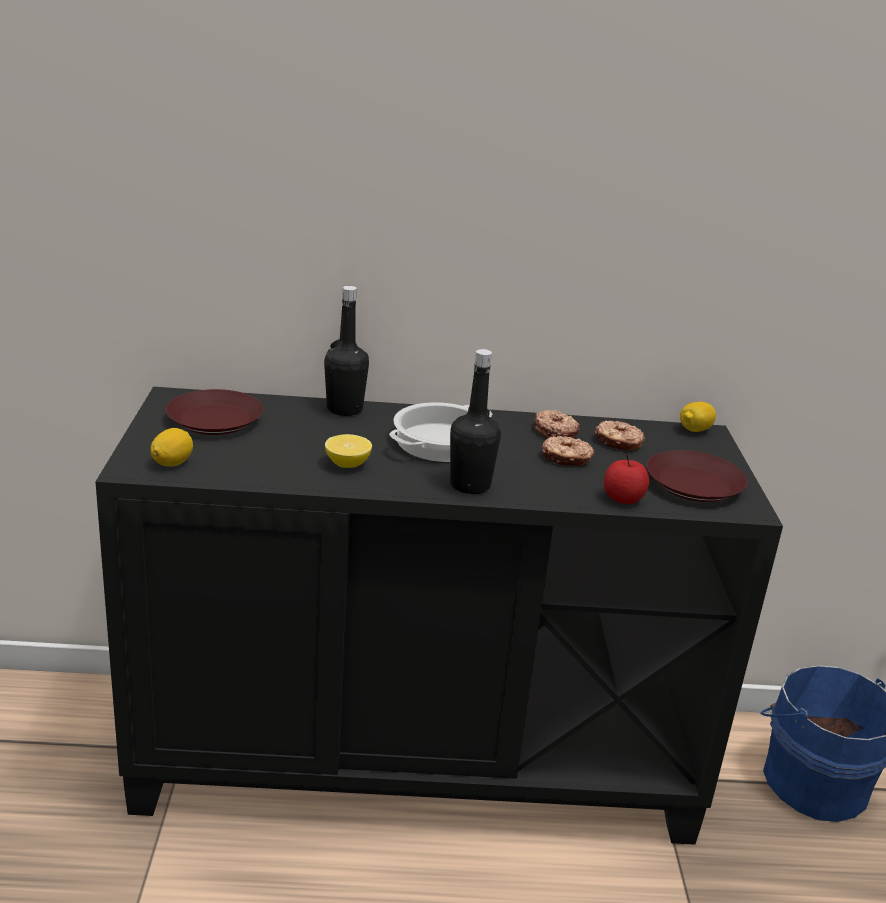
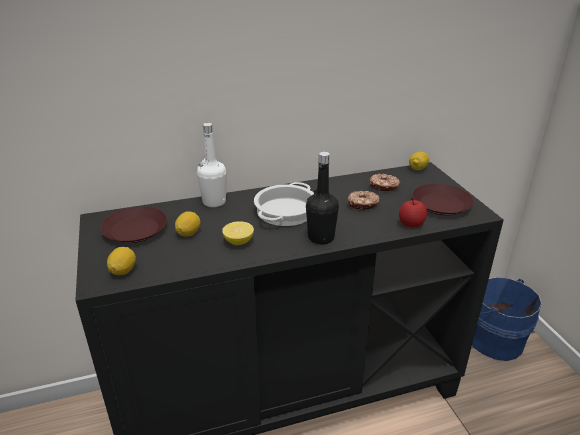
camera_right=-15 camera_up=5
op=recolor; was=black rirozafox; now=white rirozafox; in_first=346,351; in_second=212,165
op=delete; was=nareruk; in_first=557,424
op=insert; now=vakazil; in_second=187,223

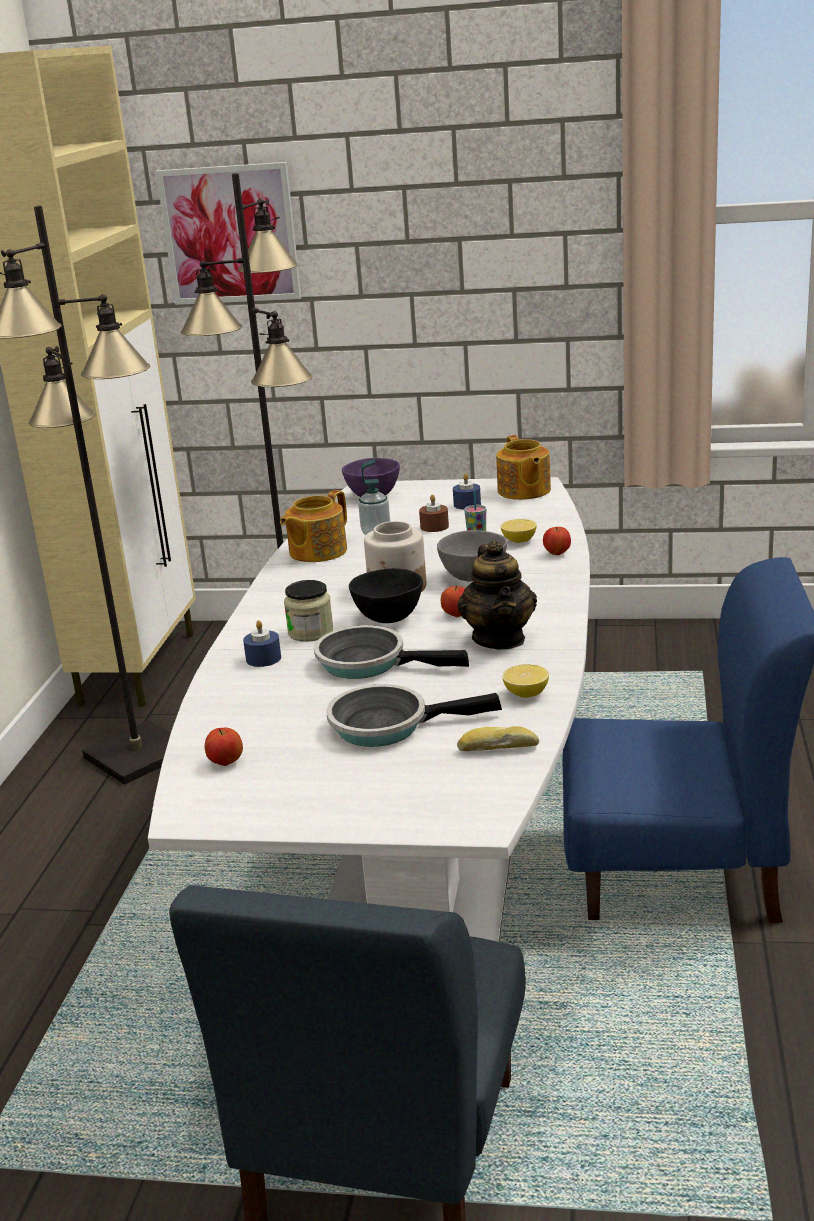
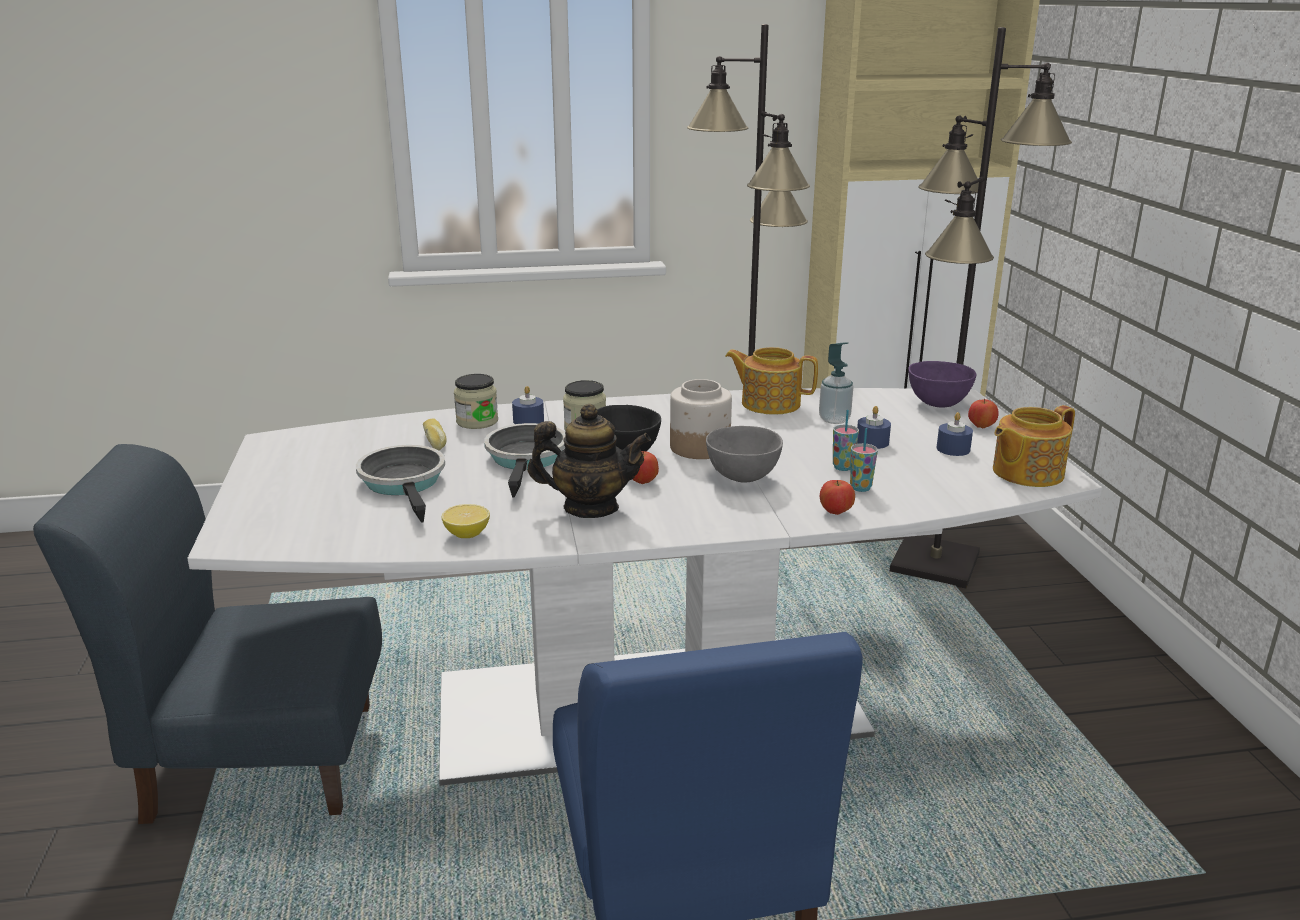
camera_right=70 camera_up=0
op=delete; was=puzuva; in_first=228,233
op=move; was=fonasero; in_first=224,747; in_second=983,413
op=recolor; was=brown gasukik; now=blue gasukik; in_first=434,513; in_second=874,427
op=rotate; was=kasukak; in_first=497,595; in_second=589,461; clockwise=-150
op=move; was=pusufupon; in_first=498,738; in_second=435,434
op=replace; was=vakazil; now=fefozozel; in_first=519,531; in_second=864,460
op=insert; now=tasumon; in_second=476,401

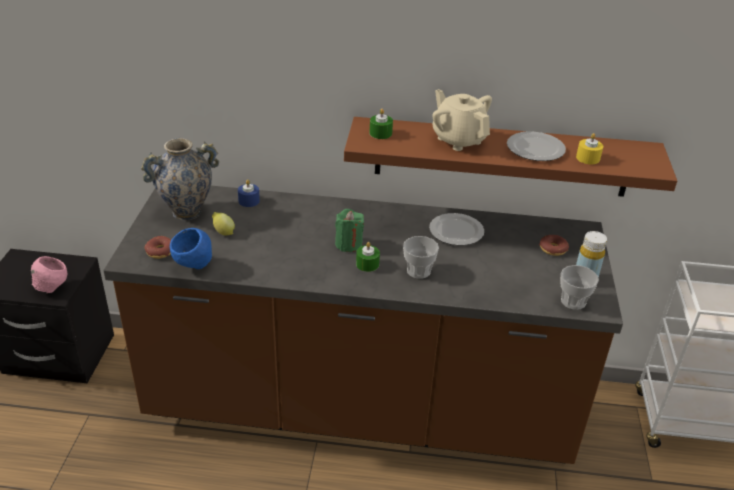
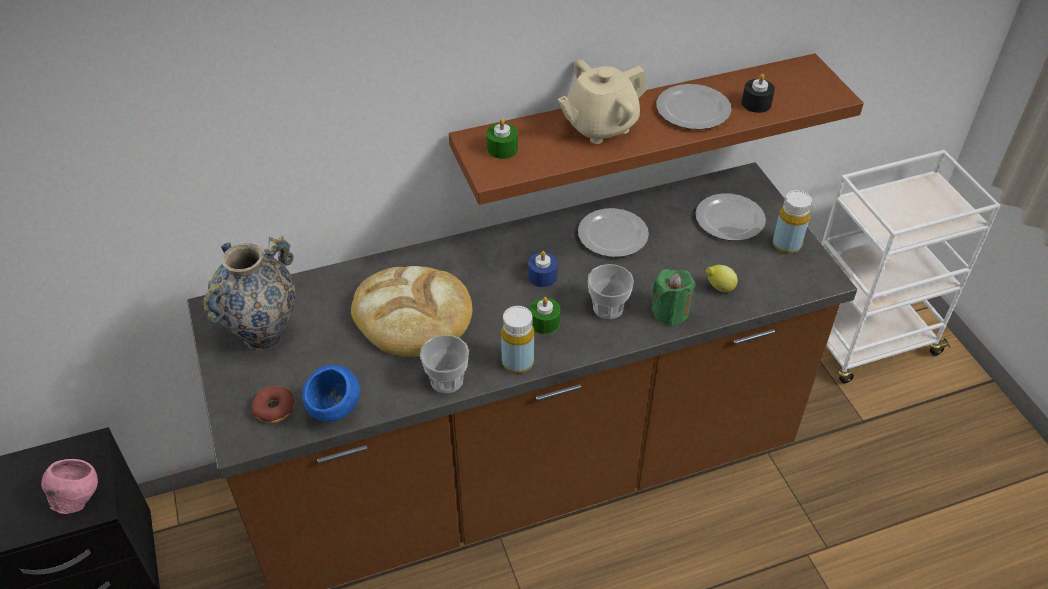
camera_right=-25 camera_up=10
op=move; was=vakazil; in_first=223,224; in_second=722,278
op=move; was=blue gasukik; in_first=249,193; in_second=543,269
op=move; was=green gasukik; in_first=349,230; in_second=672,297
op=rotate; was=beige kasukak; in_first=462,120; in_second=603,101; clockwise=-60
op=replace; was=nareruk; now=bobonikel; in_first=554,245; in_second=730,217
op=move; was=fefozozel; in_first=579,287; in_second=444,364
op=recolor; was=yellow gasukik; now=black gasukik; in_first=589,148; in_second=758,93
op=insert; now=pusufupon; in_second=411,311
op=insert; now=yellow rirozafox; in_second=517,339

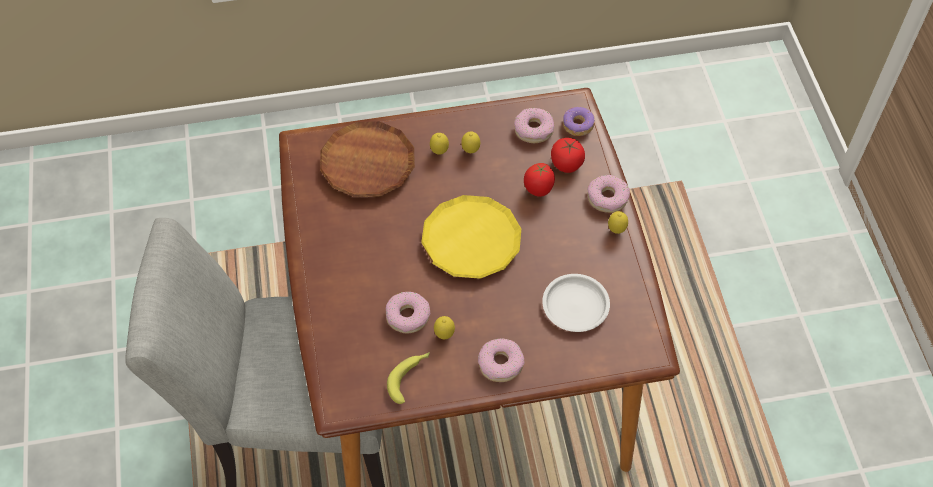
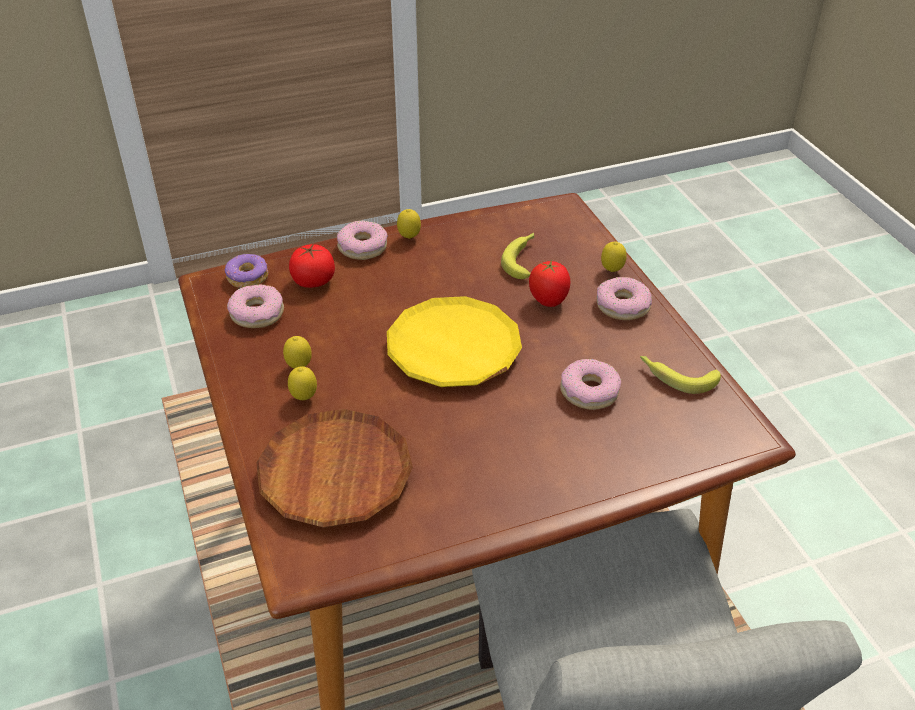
camera_right=-100 camera_up=-15
op=move; was=vakazil; in_first=444,327; in_second=614,257
op=move; was=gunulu; in_first=539,180; in_second=549,283
op=replace; was=white bobonikel; now=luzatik; in_first=576,303; in_second=517,256

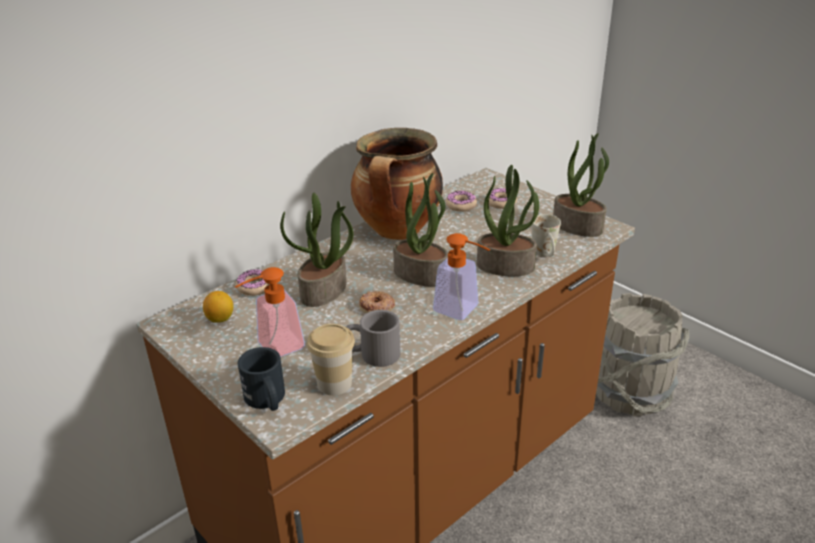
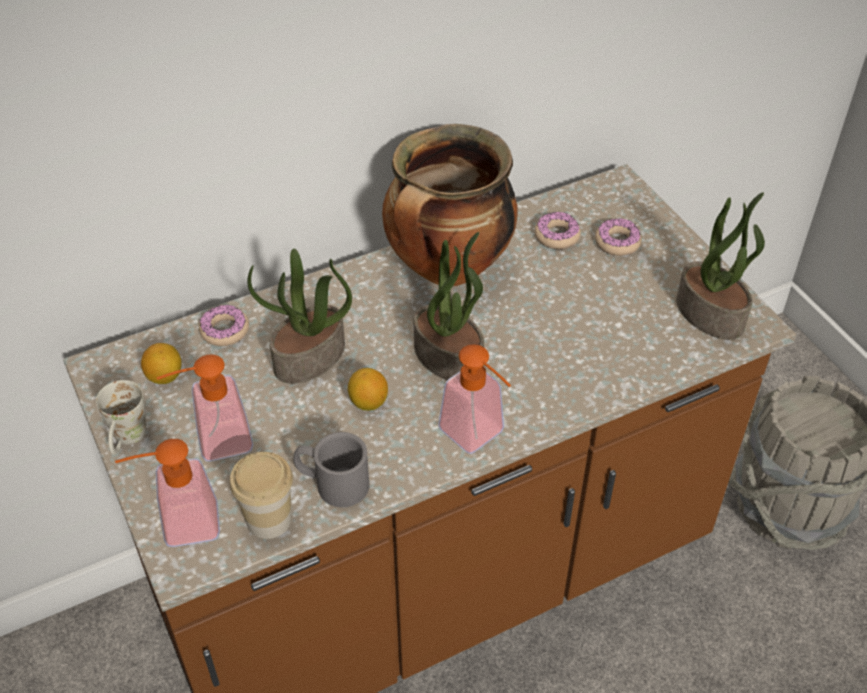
camera_right=15 camera_up=15
op=replace; was=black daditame; now=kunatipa; in_first=261,379; in_second=167,493
op=replace; was=nareruk; now=vakazil; in_first=377,302; in_second=368,389
op=delete; was=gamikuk; in_first=508,220
op=move; was=white daditame; in_first=546,235; in_second=121,417

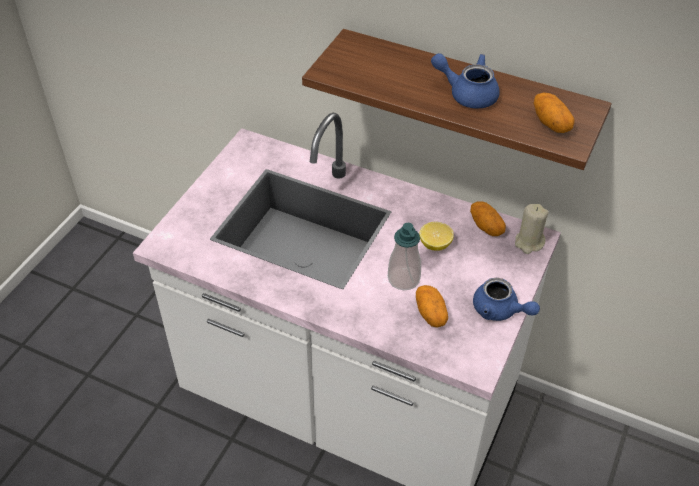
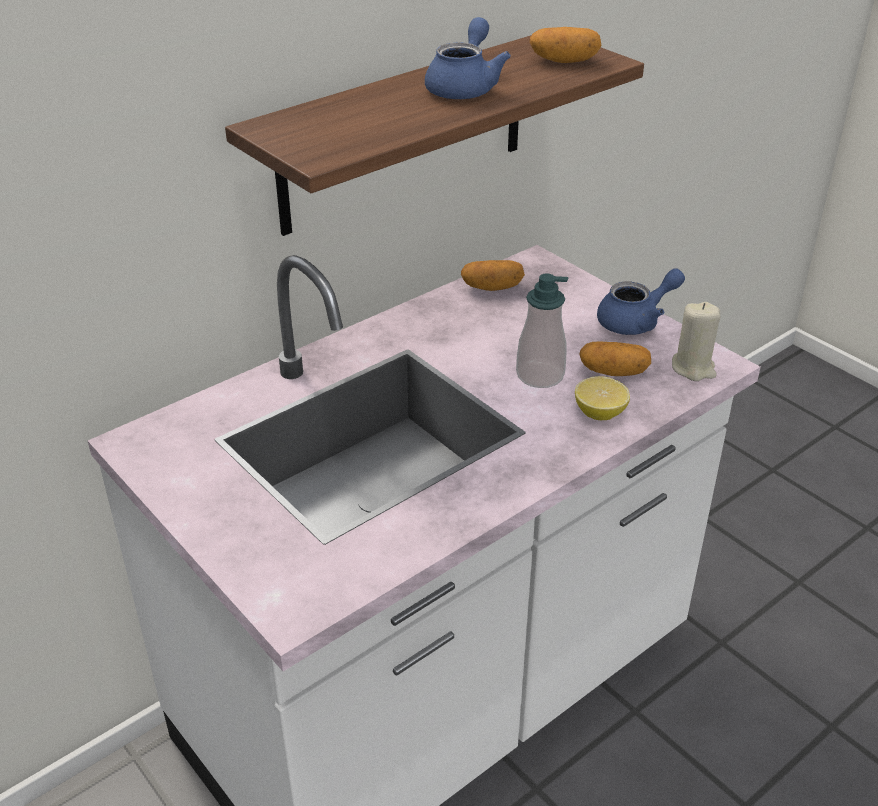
camera_right=-65 camera_up=-10
op=move; was=vakazil; in_first=437,236; in_second=602,398
op=rotate; was=blue kasukak; in_first=465,81; in_second=468,58; clockwise=150
op=move; was=beige gasukik; in_first=532,229; in_second=696,341

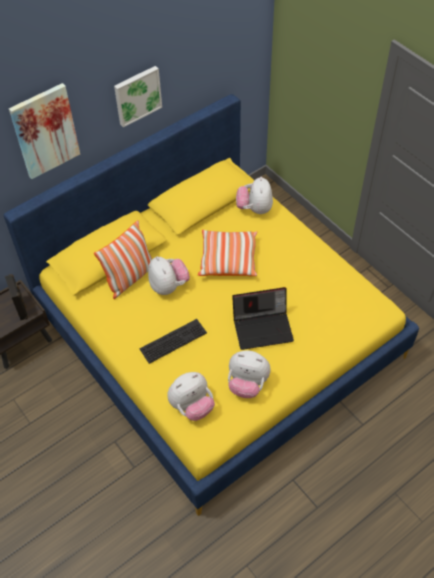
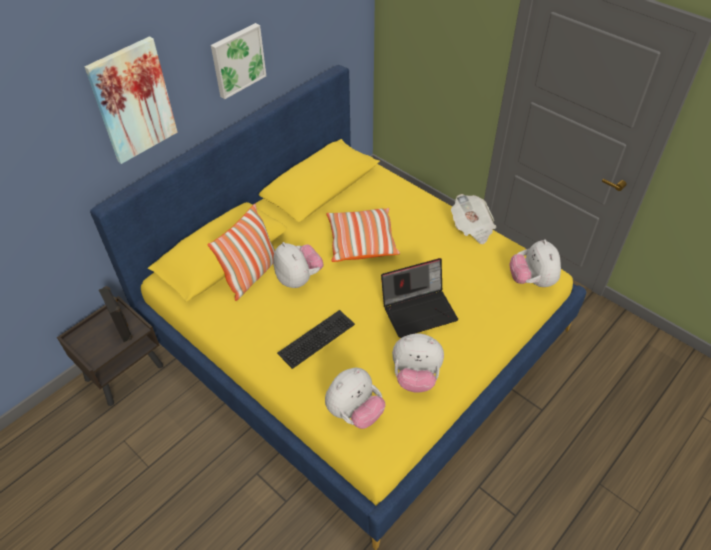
camera_right=-10 camera_up=-5
op=move; was=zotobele; in_first=254,195; in_second=535,263
op=insert; now=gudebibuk; in_second=473,219

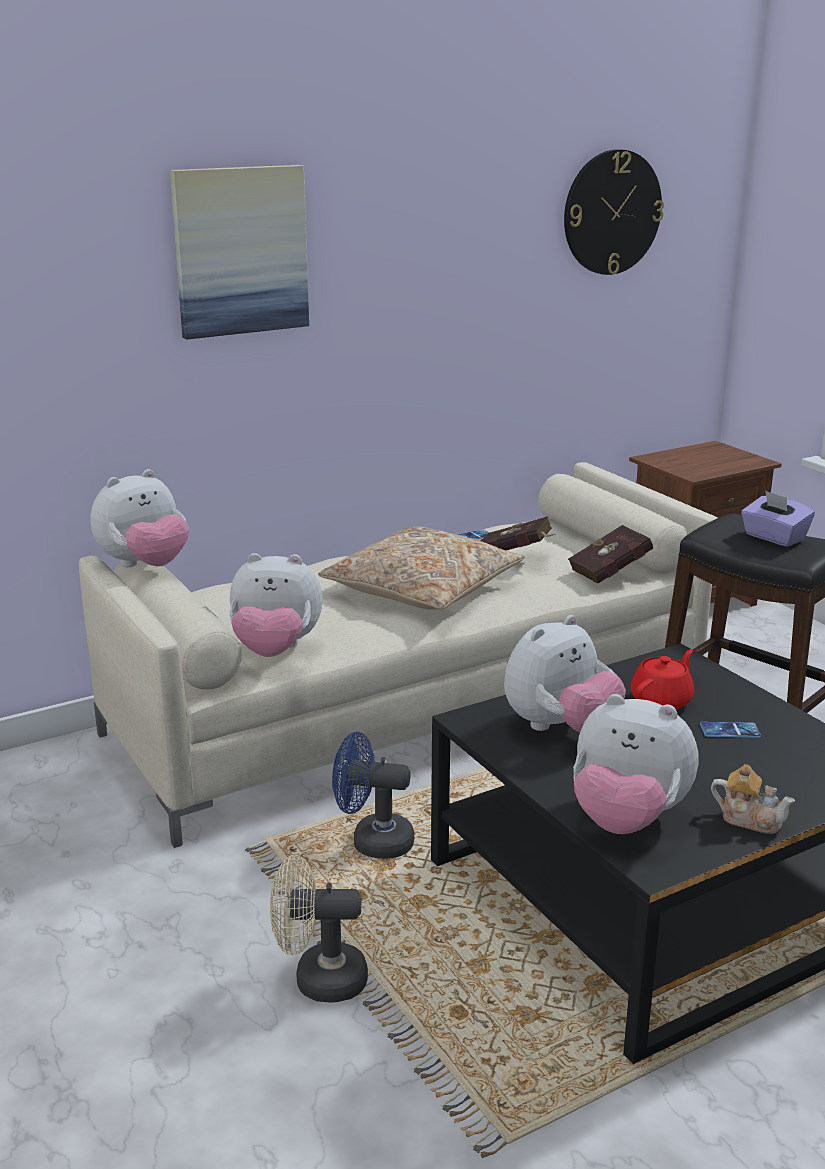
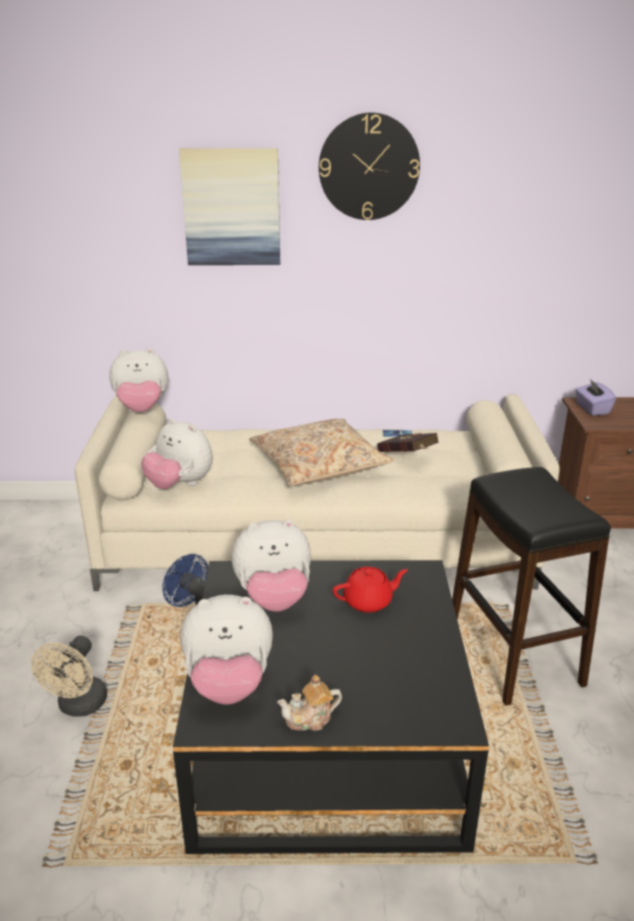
camera_right=30 camera_up=5
op=rotate; was=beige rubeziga; in_first=319,929; in_second=69,676; clockwise=-105
op=move; was=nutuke; in_first=614,212; in_second=369,166
op=delete; was=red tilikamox; in_first=610,554
op=rotate; was=zotobele; in_first=635,764; in_second=226,650; clockwise=-60
op=delete; was=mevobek; in_first=730,730
op=rotate; was=kasukak; in_first=753,799; in_second=309,703; clockwise=105
op=move; was=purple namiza; in_first=778,518; in_second=595,397

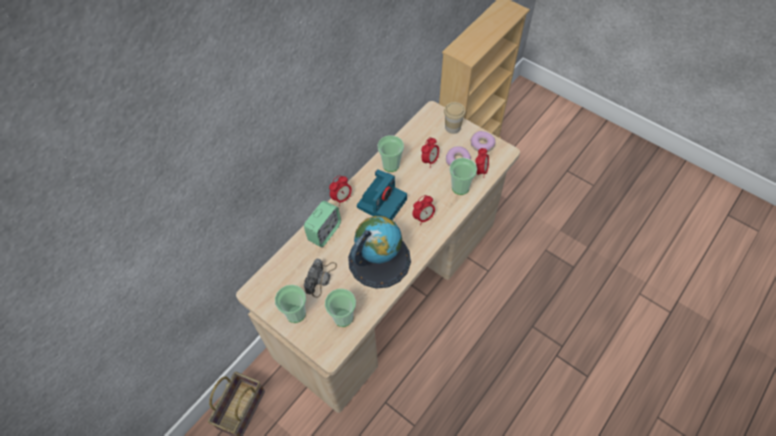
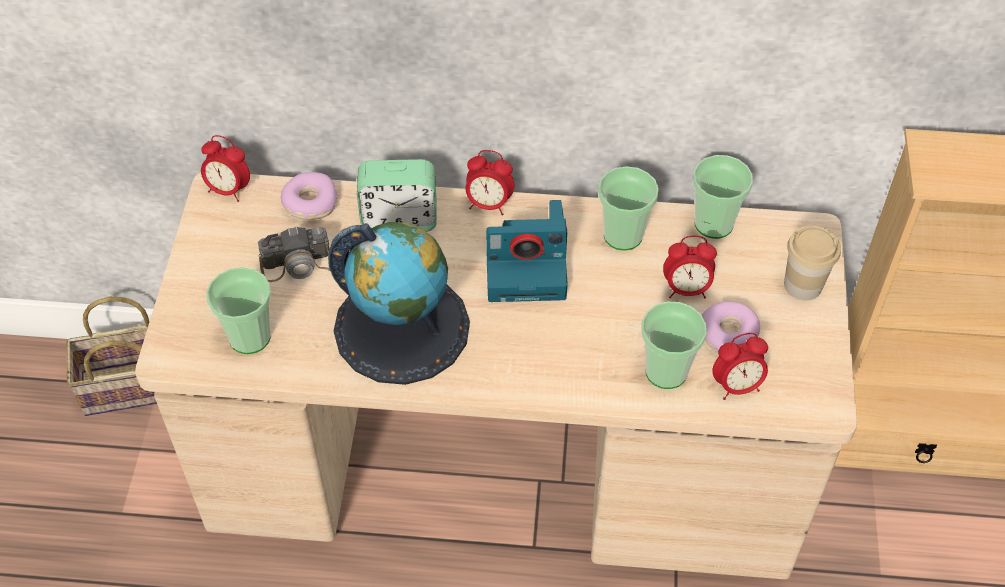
camera_right=55 camera_up=-5
op=move; was=fefozozel; in_first=290,304; in_second=723,197
op=move; was=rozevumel; in_first=424,210; in_second=225,168
op=move; was=nareruk; in_first=482,141; in_second=309,196

